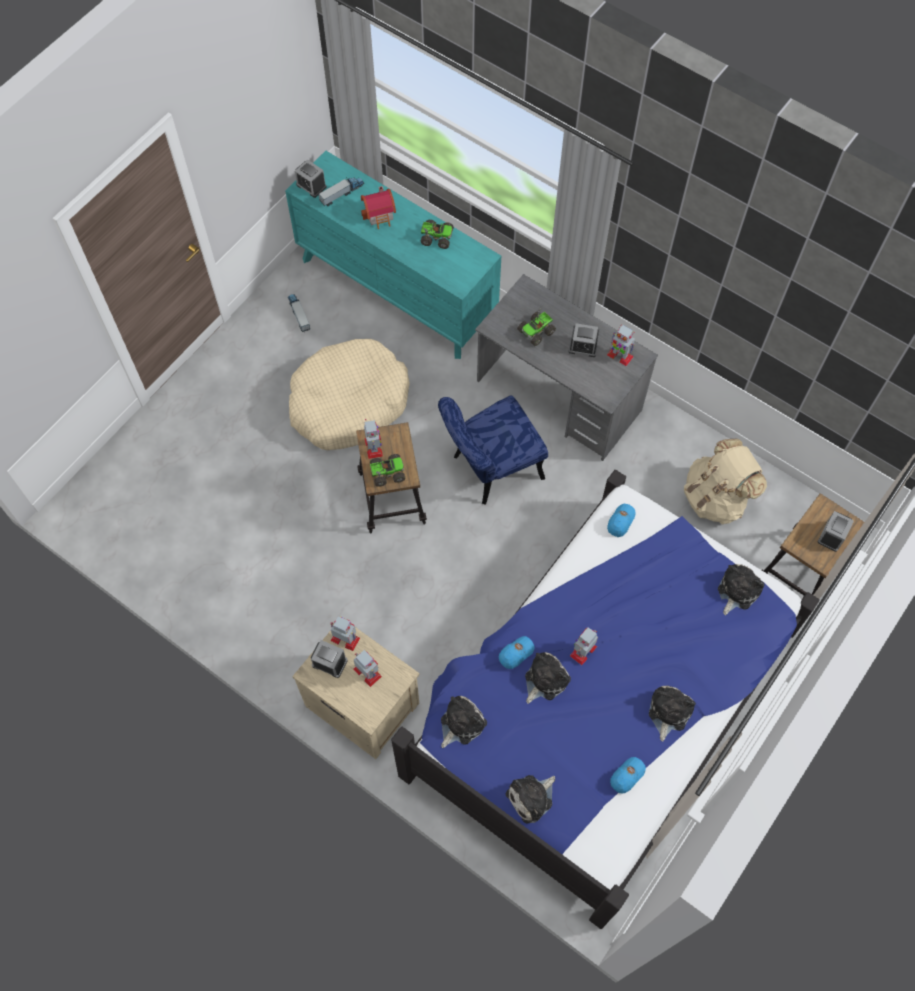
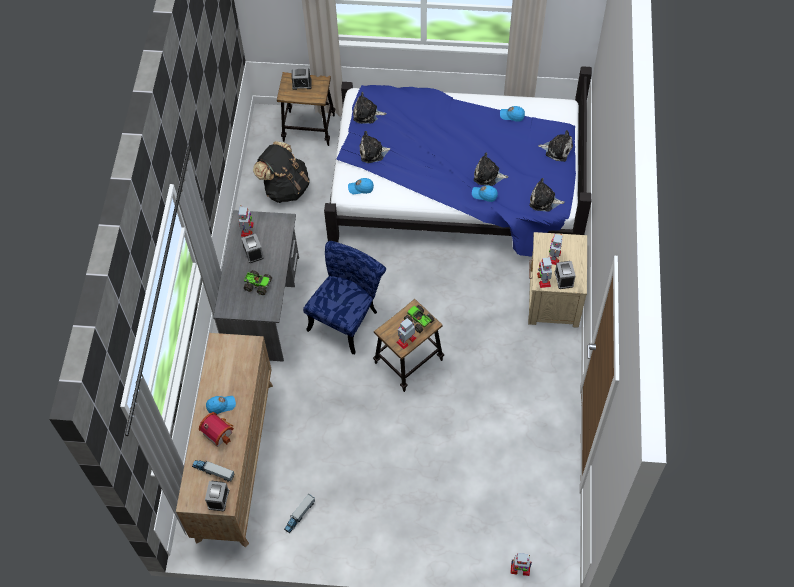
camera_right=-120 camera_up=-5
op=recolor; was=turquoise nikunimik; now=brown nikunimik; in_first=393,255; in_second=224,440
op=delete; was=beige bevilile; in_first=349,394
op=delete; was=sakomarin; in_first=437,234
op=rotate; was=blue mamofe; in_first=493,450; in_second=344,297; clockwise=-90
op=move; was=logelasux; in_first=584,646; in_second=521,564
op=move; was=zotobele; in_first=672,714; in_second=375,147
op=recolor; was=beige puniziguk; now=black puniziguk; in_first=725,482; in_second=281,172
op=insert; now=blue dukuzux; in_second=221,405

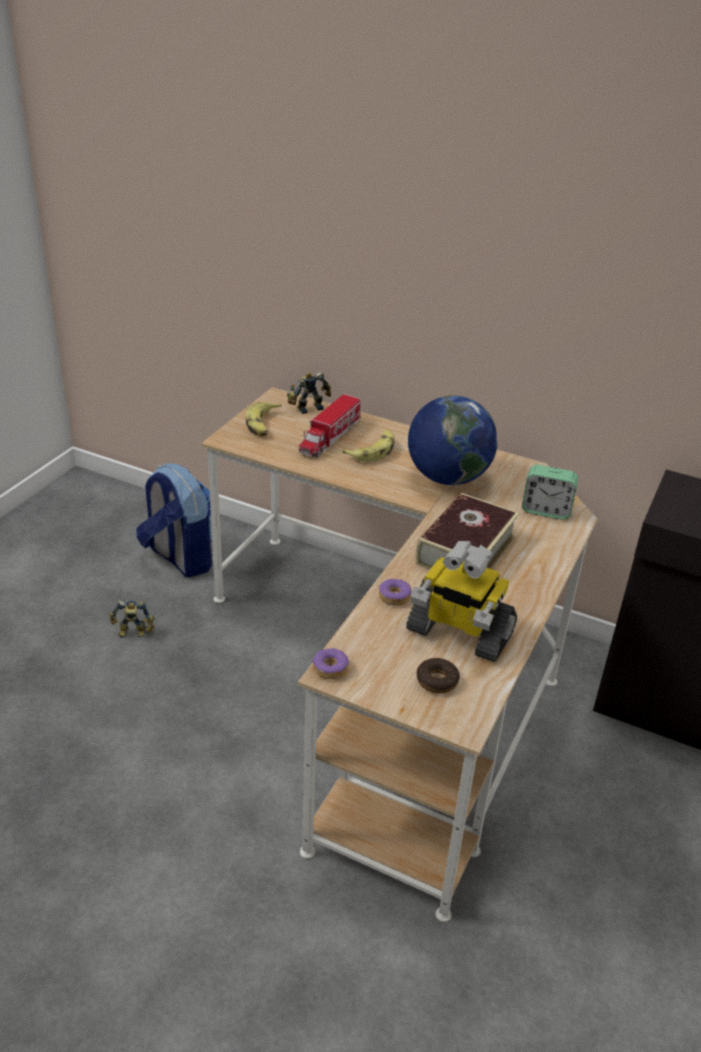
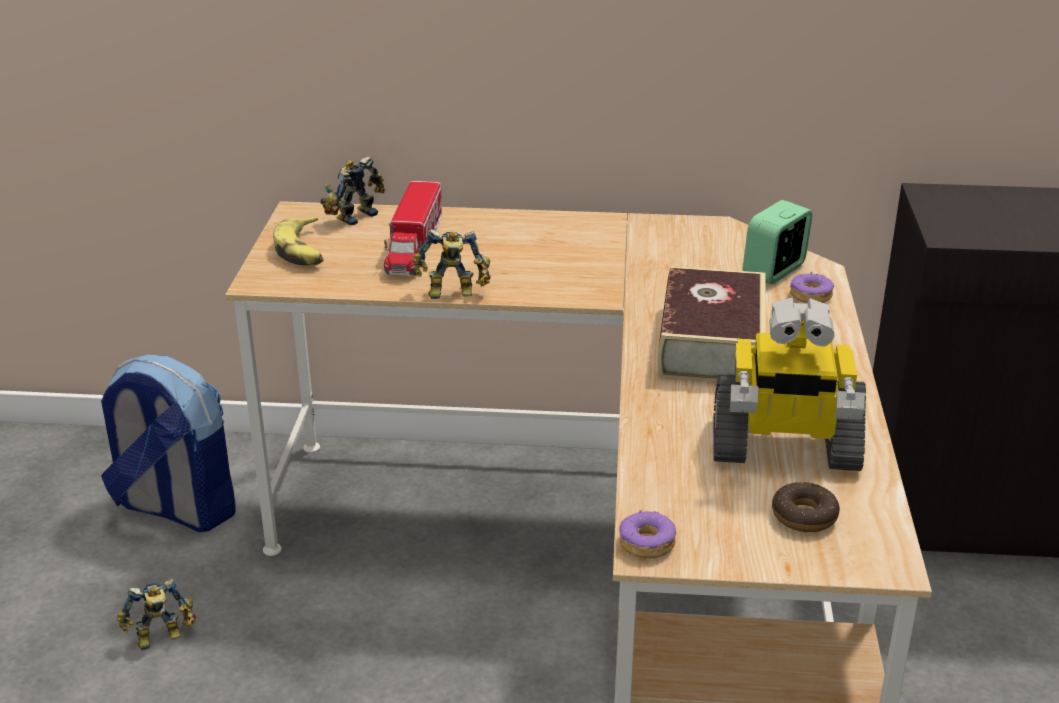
camera_right=-20 camera_up=-5
op=delete; was=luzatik; in_first=369,446
op=move; was=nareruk; in_first=395,592; in_second=812,287
op=delete; was=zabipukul; in_first=453,440
op=rotate; was=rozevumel; in_first=550,492; in_second=778,242; clockwise=135
op=insert; now=logelasux; in_second=452,264

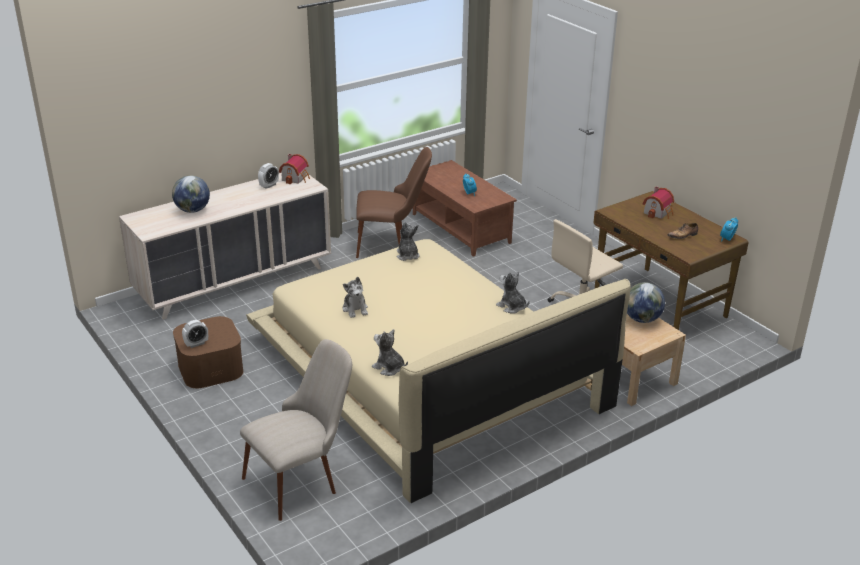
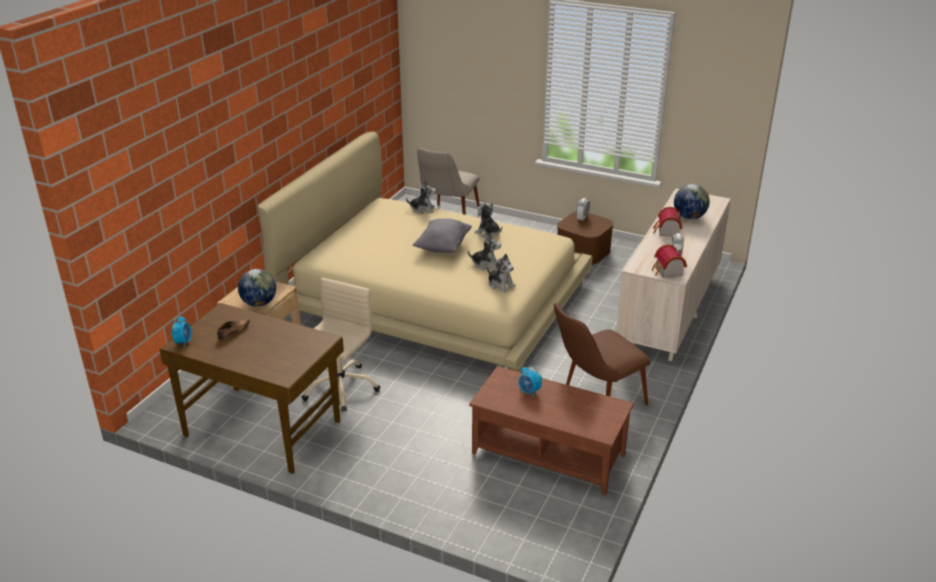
camera_right=150 camera_up=0
op=move; was=zotobele; in_first=513,292; in_second=484,251
op=move; was=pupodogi; in_first=658,202; in_second=667,222
op=insert; now=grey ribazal; in_second=442,236

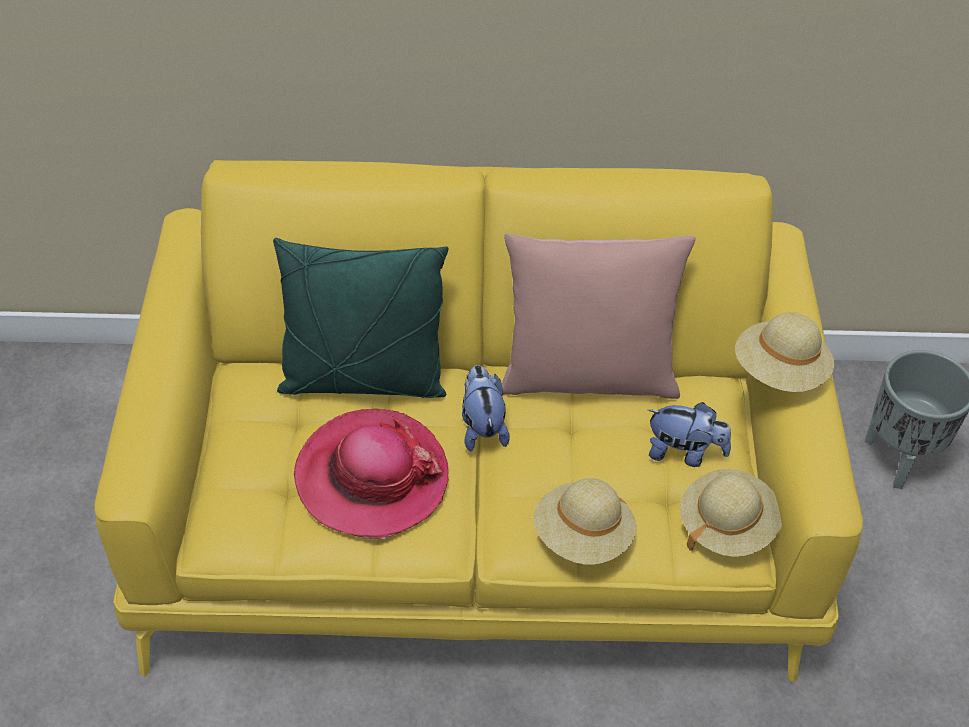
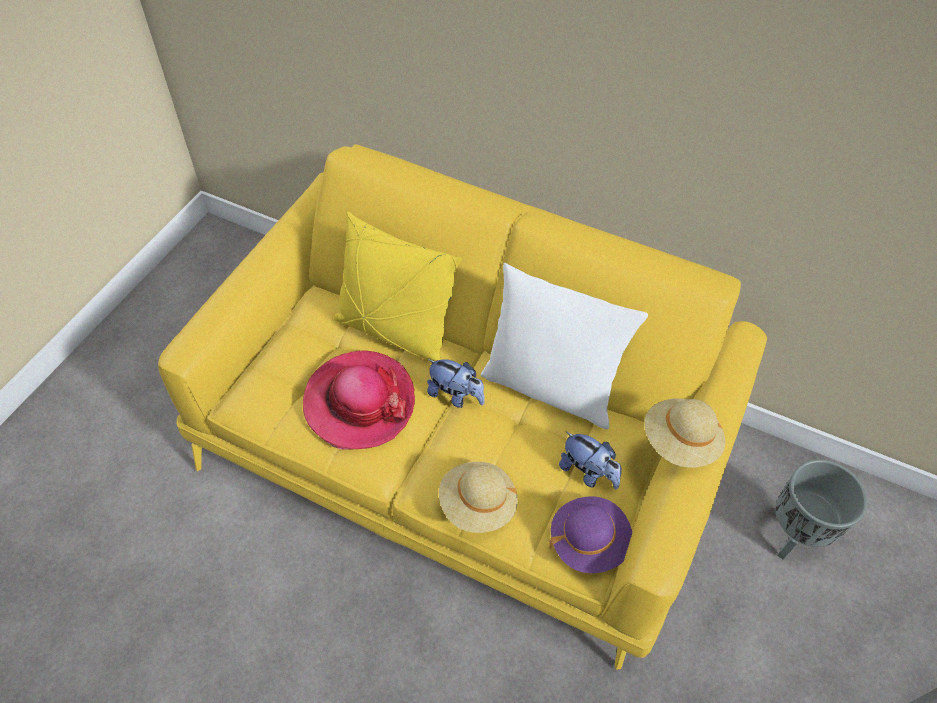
camera_right=25 camera_up=5
op=recolor; was=green ribazal; now=yellow ribazal; in_first=360,318; in_second=398,286
op=rotate; was=zotobele; in_first=486,408; in_second=456,383; clockwise=105
op=recolor; was=pink ribazal; now=white ribazal; in_first=599,316; in_second=564,346
op=recolor; was=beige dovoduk; now=purple dovoduk; in_first=731,513; in_second=590,534

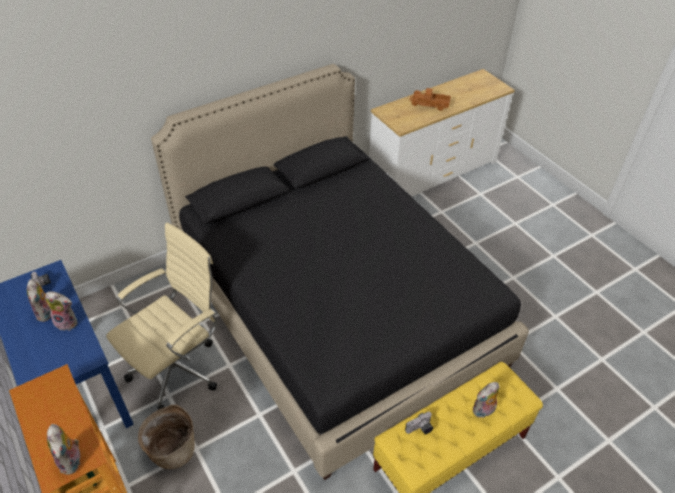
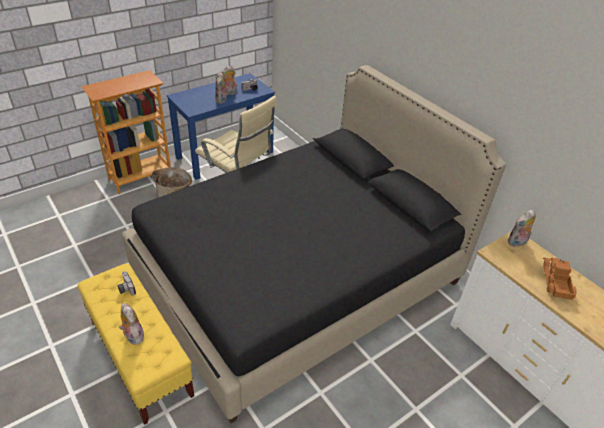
camera_right=85 camera_up=-5
op=move; was=zotobele; in_first=63,449; in_second=521,228

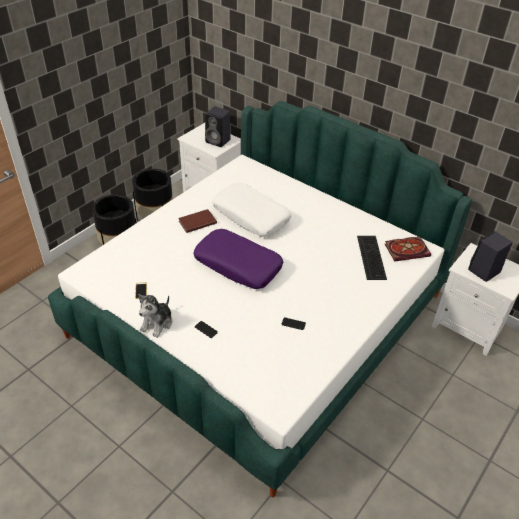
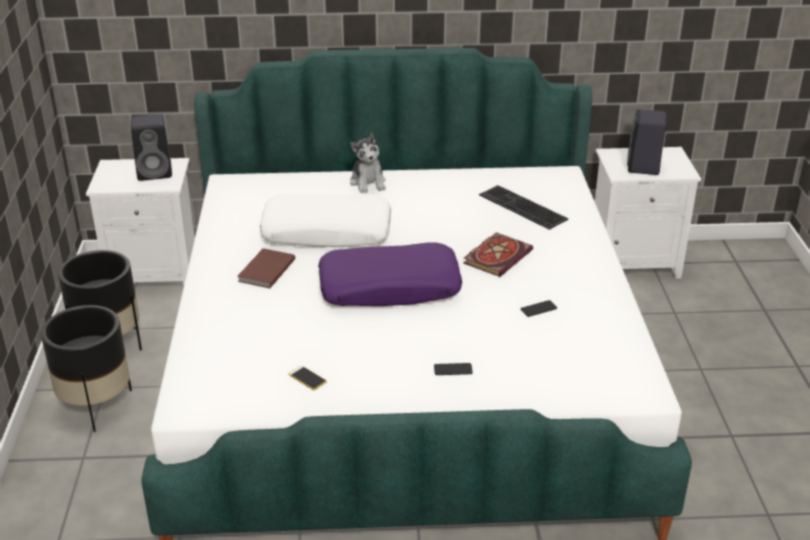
camera_right=-40 camera_up=-10
op=move; was=zotobele; in_first=155,316; in_second=368,163
op=move; was=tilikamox; in_first=408,249; in_second=498,254

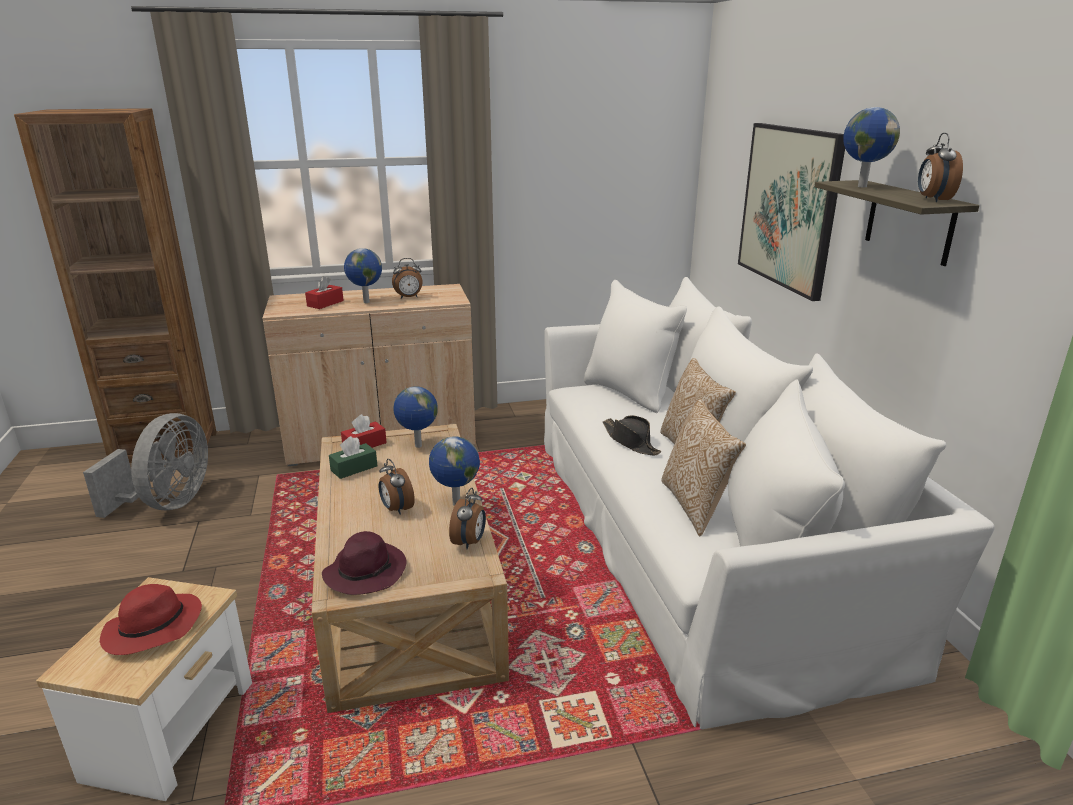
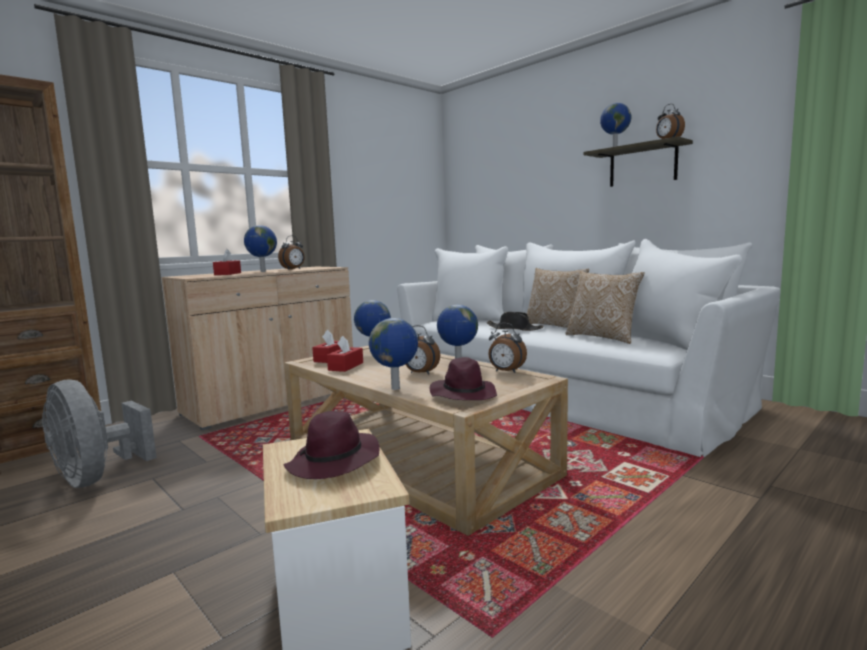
camera_right=-30 camera_up=-15
op=rotate; was=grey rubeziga; in_first=145,465; in_second=99,433; clockwise=150
op=recolor; was=red dovoduk; now=purple dovoduk; in_first=151,619; in_second=332,445
op=recolor; was=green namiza; now=red namiza; in_first=353,457; in_second=345,354
op=rotate; was=rozevumel; in_first=467,518; in_second=508,348; clockwise=135
op=delete; was=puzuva; in_first=791,212
op=insert; now=zabipukul; in_second=393,354

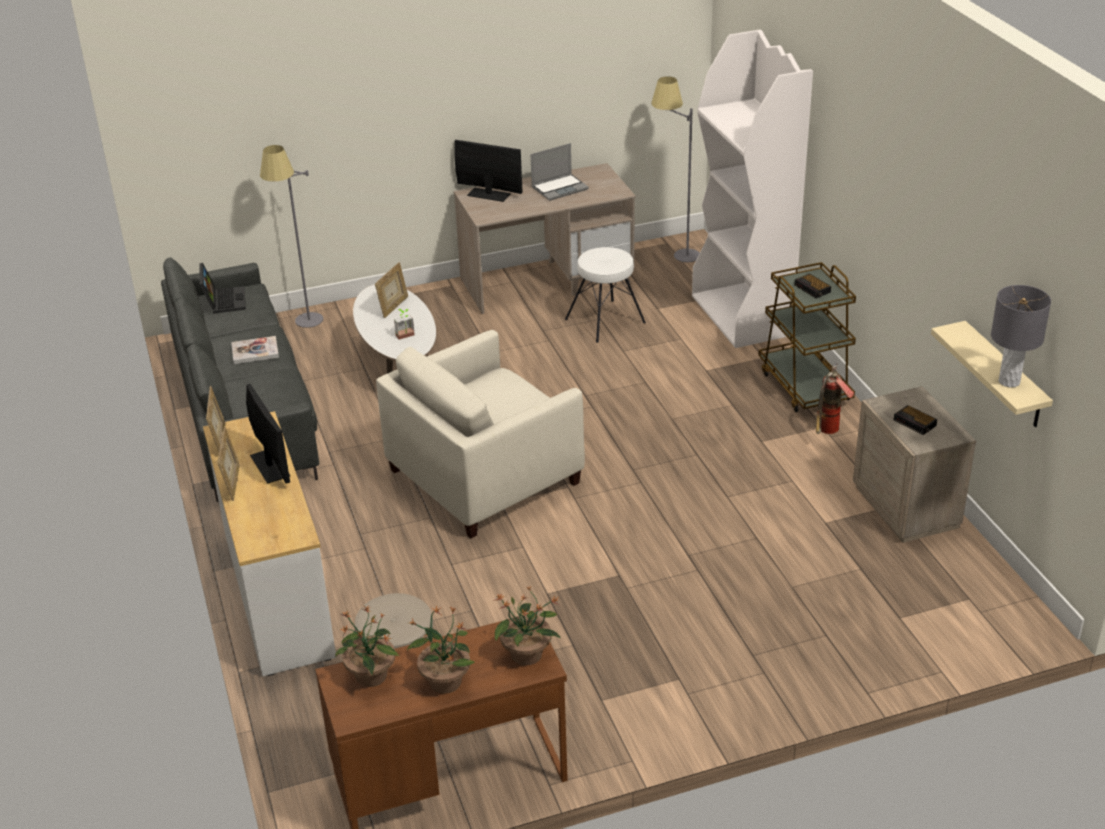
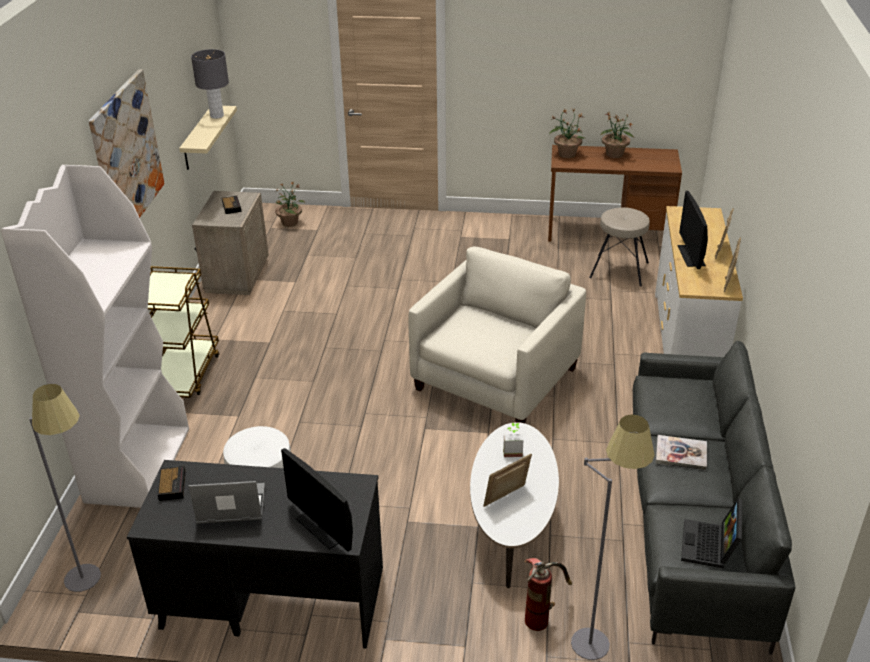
camera_right=-155 camera_up=0
op=move; was=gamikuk; in_first=367,646; in_second=289,204
op=rotate; was=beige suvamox; in_first=480,434; in_second=497,334; clockwise=-45
op=recolor; was=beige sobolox; now=black sobolox; in_first=544,238; in_second=255,554
op=move; was=rozevumel; in_first=812,285; in_second=172,483
op=move; was=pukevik; in_first=835,399; in_second=548,594
op=insert; now=puzuva; in_second=126,143

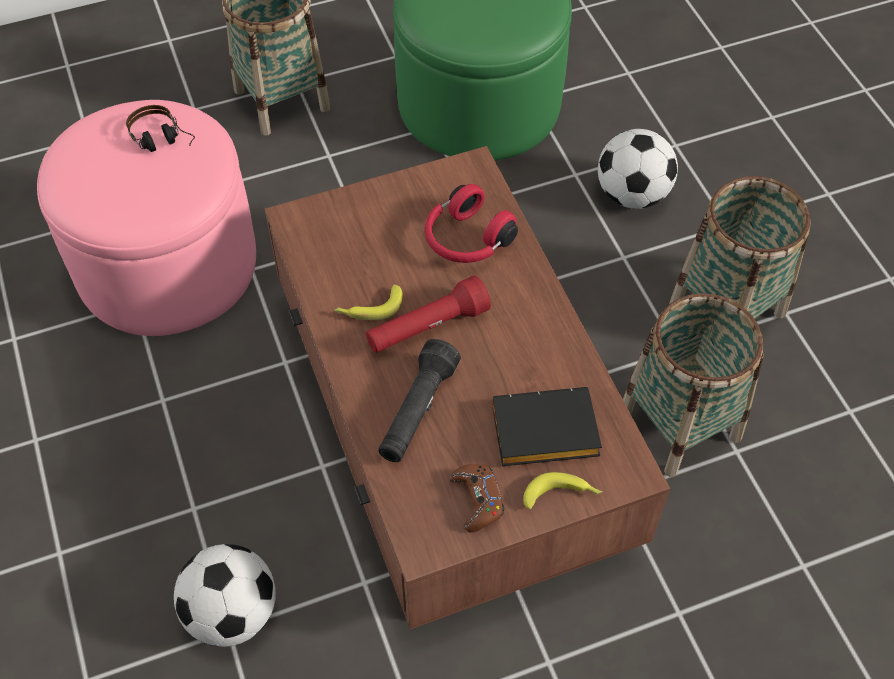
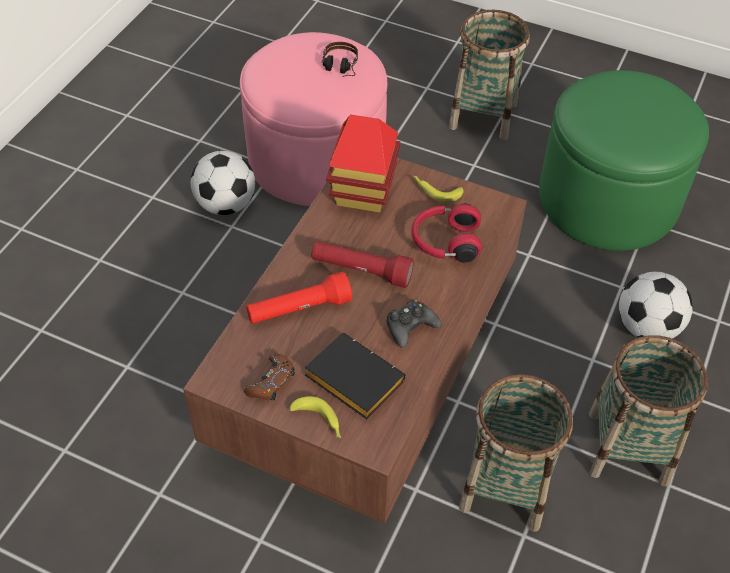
camera_right=45 camera_up=-5
op=move; was=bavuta; in_first=225,595; in_second=223,183
op=move; was=luzatik; in_first=368,302; in_second=438,189
op=recolor; was=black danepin; now=red danepin; in_first=419,400; in_second=299,297
op=insert; now=pupodogi; in_second=363,163
op=insert; now=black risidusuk; in_second=414,324

